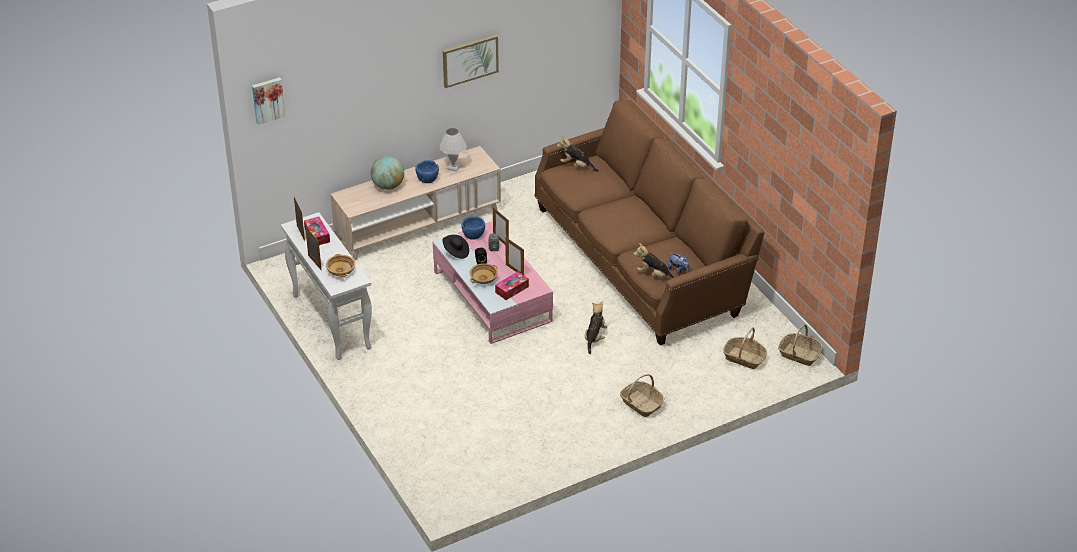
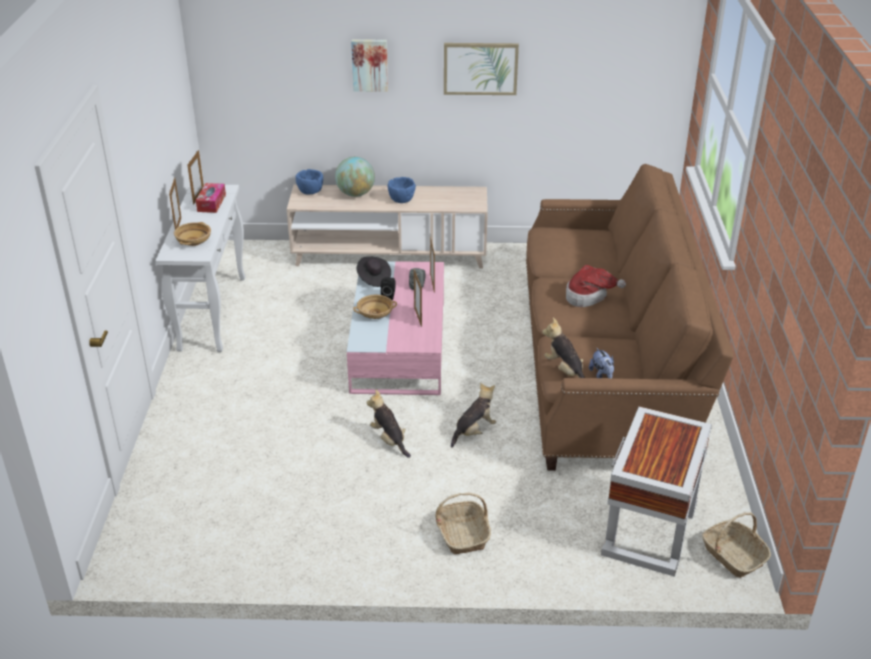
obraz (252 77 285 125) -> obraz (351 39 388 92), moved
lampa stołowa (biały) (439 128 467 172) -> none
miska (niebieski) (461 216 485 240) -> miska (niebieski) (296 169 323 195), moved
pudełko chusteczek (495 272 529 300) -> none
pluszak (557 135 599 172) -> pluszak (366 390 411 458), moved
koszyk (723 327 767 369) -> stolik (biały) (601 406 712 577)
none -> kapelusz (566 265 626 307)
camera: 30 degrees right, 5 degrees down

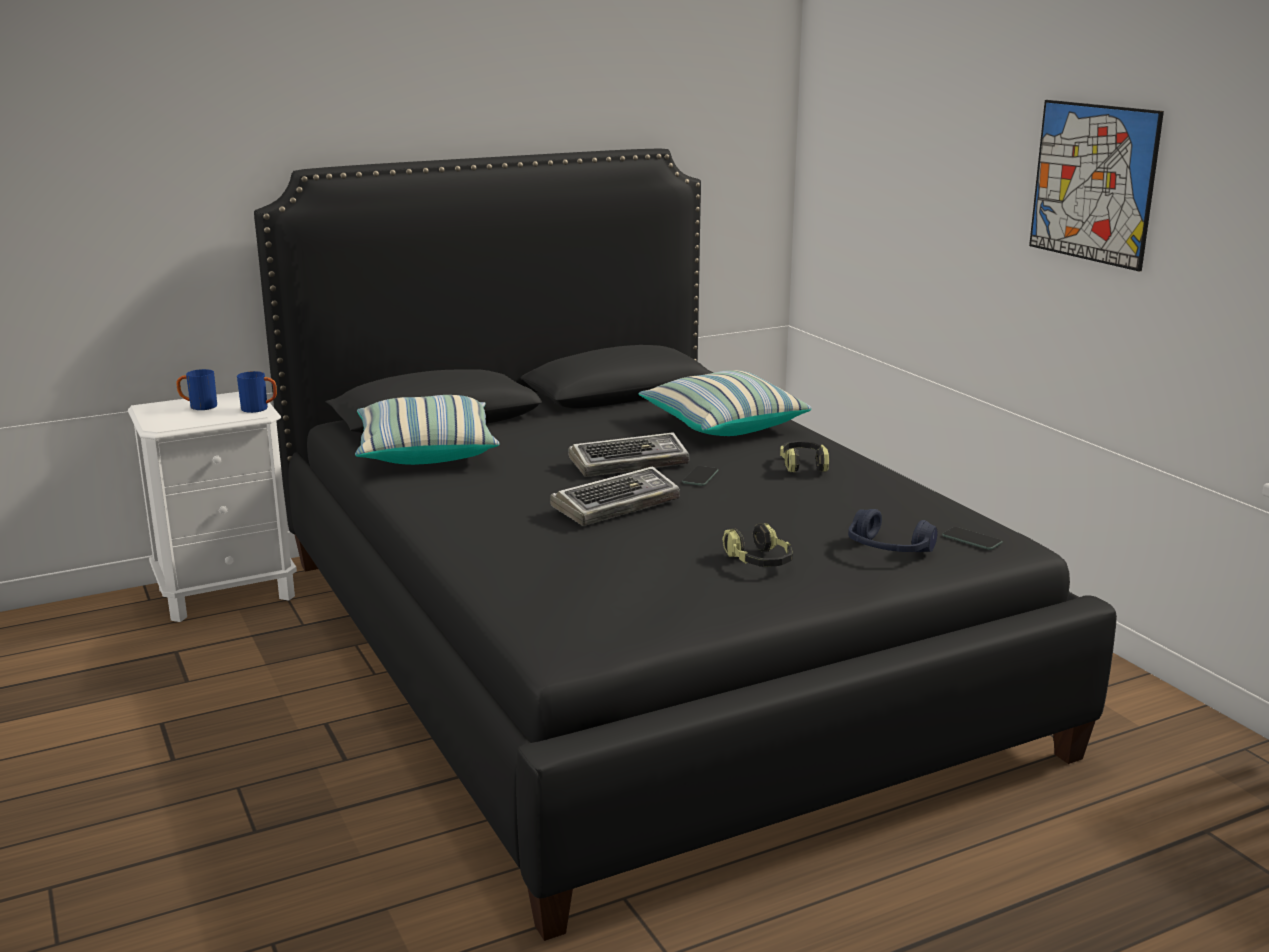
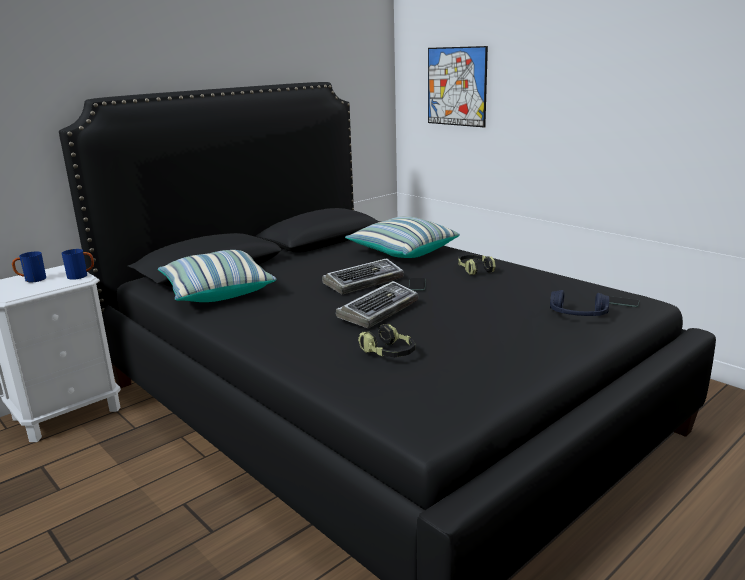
słuchawki (722 523 793 567) -> słuchawki (358 324 416 357), moved
obraz (1029 100 1164 271) -> obraz (428 46 488 127), moved
camera: 15 degrees left, 0 degrees up

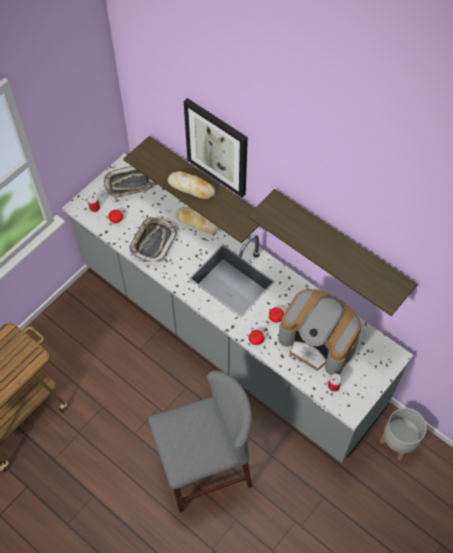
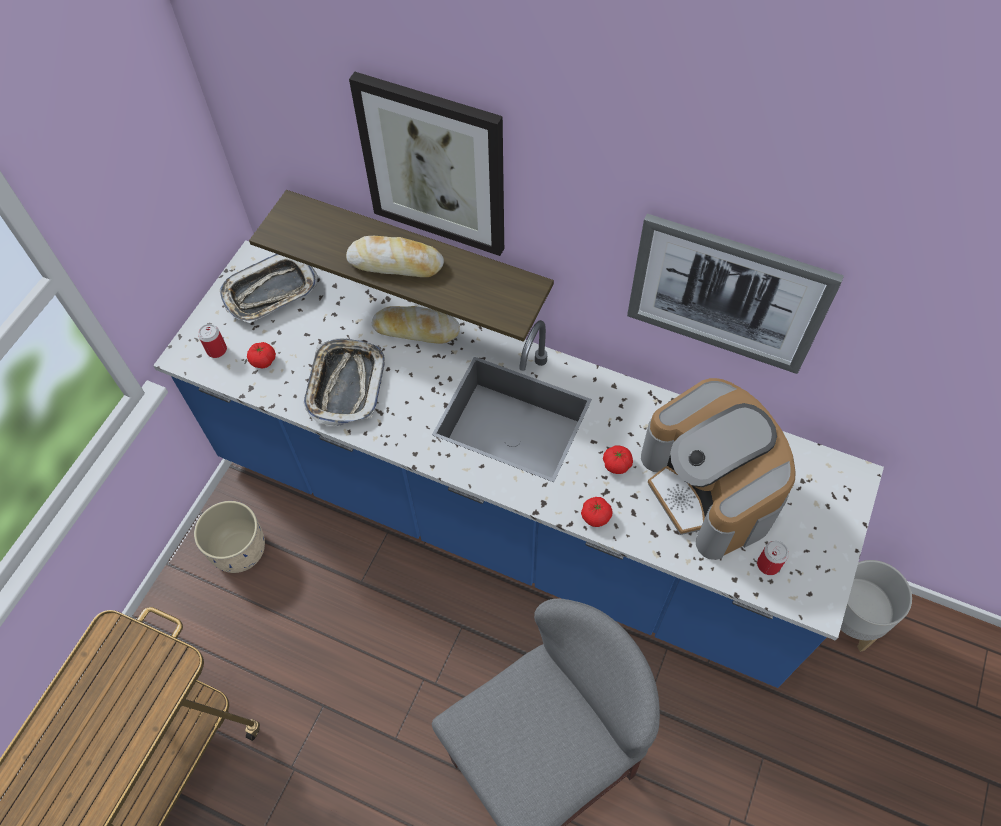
zabudowa kuchenna (szary) (62 153 413 463) -> zabudowa kuchenna (niebieski) (153 240 884 688)
półka (248 189 417 316) -> obraz (627 214 844 374)
ekspres do kawy (278 289 361 375) -> ekspres do kawy (641 378 796 560), 45 degrees clockwise
none -> donica (beżowy) (194 501 265 573)
camera: 15 degrees left, 0 degrees up

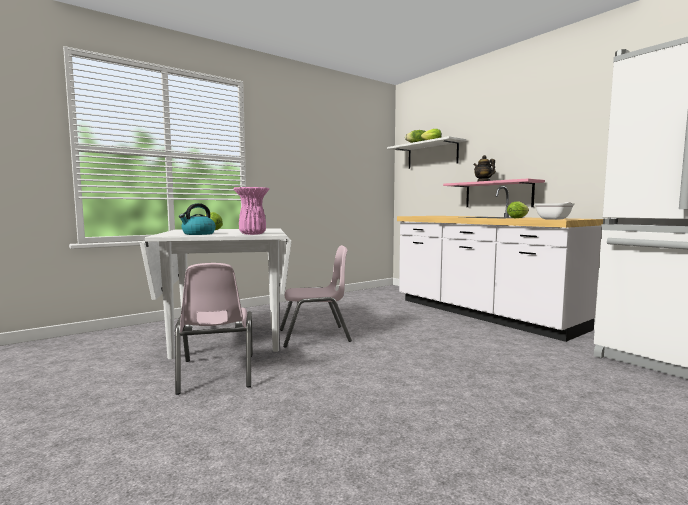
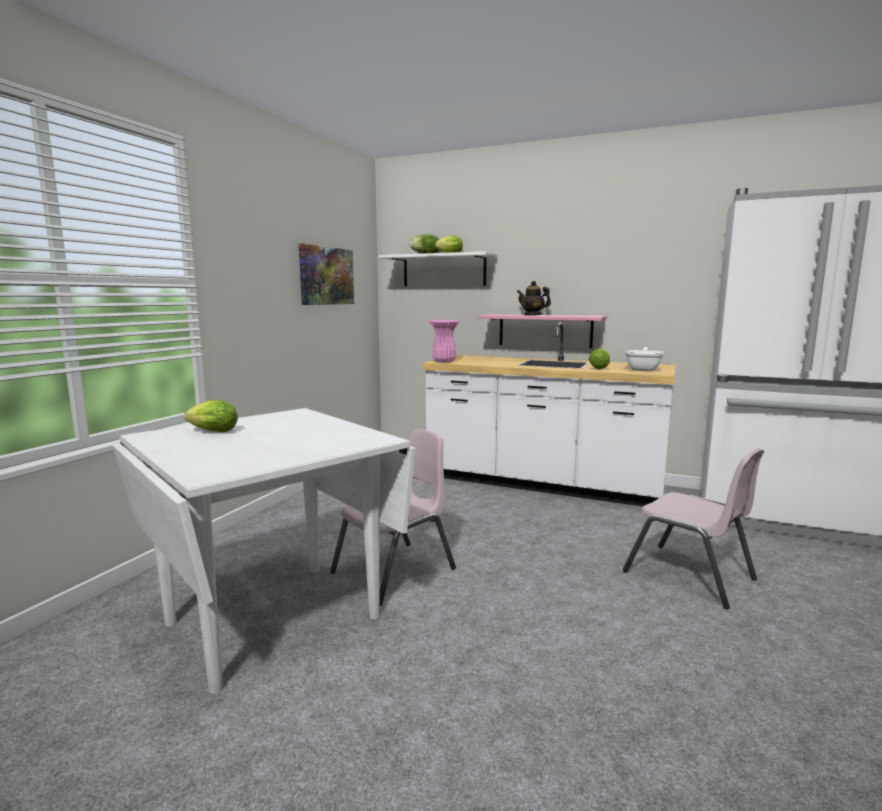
krzesło (różowy) (175 263 253 395) -> krzesło (różowy) (623 448 764 609), moved
czajnik (179 203 216 235) -> none
wazon (różowy) (233 187 269 235) -> wazon (różowy) (429 320 460 362), moved
none -> obraz (299 244 354 305)
camera: 30 degrees left, 5 degrees up

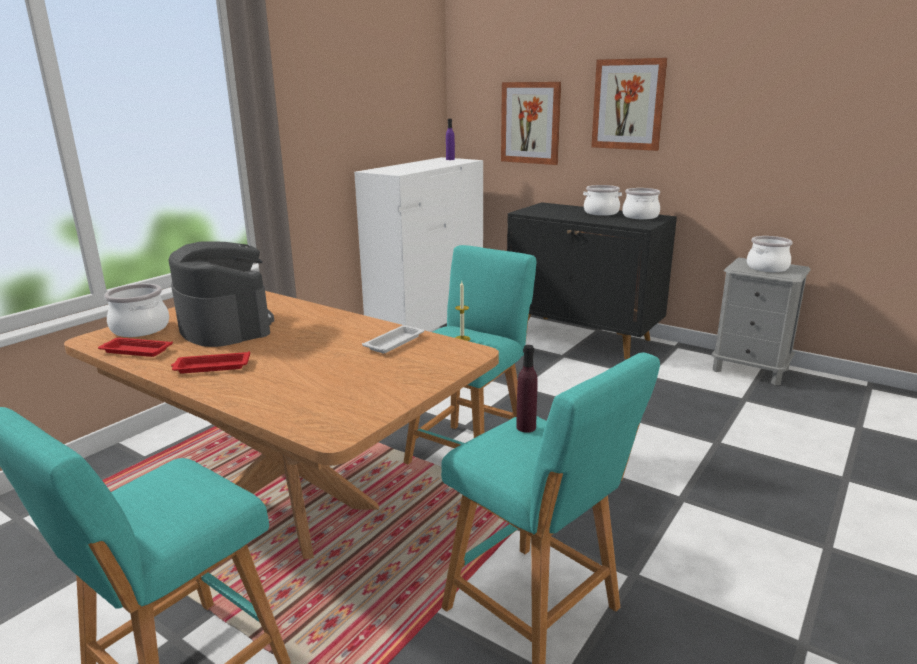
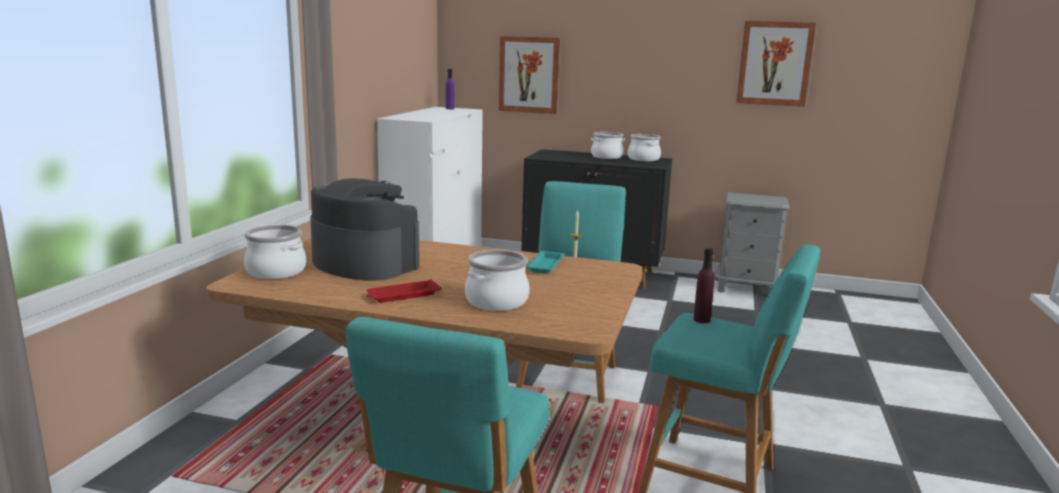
taca (czerwony) (98 338 173 357) -> none
taca (biały) (362 325 424 353) -> taca (turkusowy) (526 251 565 274)
obraz (591 58 668 151) -> obraz (736 21 816 107), moved
garnek (747 236 793 272) -> garnek (465 250 530 311), moved
camera: 20 degrees left, 5 degrees down

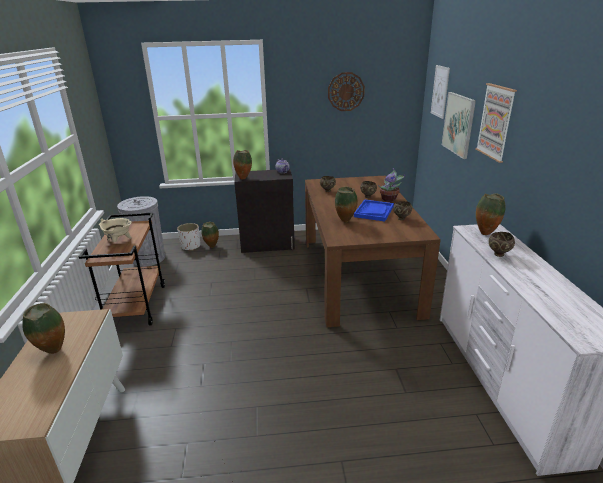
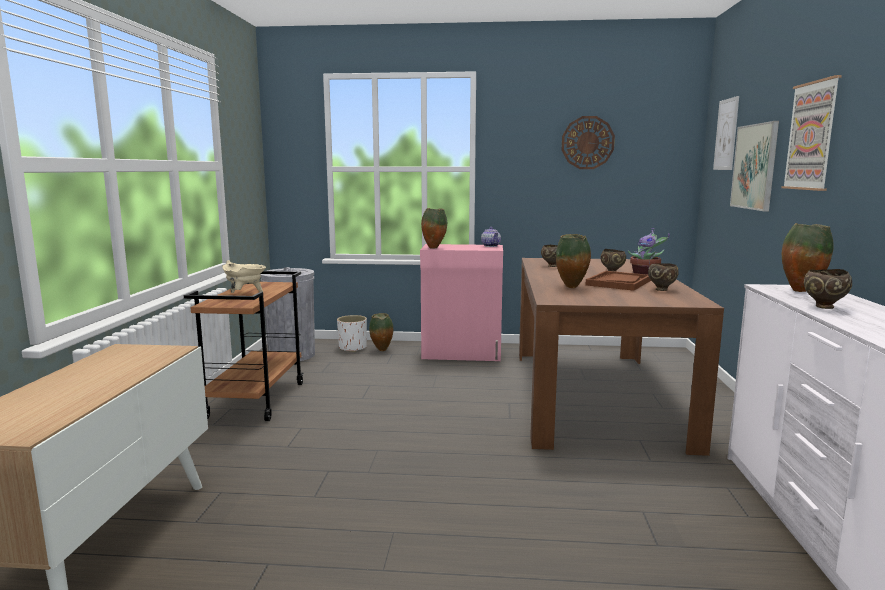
wazon (22 303 65 354) -> none
szafka (czarny) (234 169 295 253) -> szafka (różowy) (420 244 503 361)
taca (niebieski) (354 199 394 222) -> taca (brązowy) (586 271 651 291)
camera: 10 degrees right, 15 degrees down

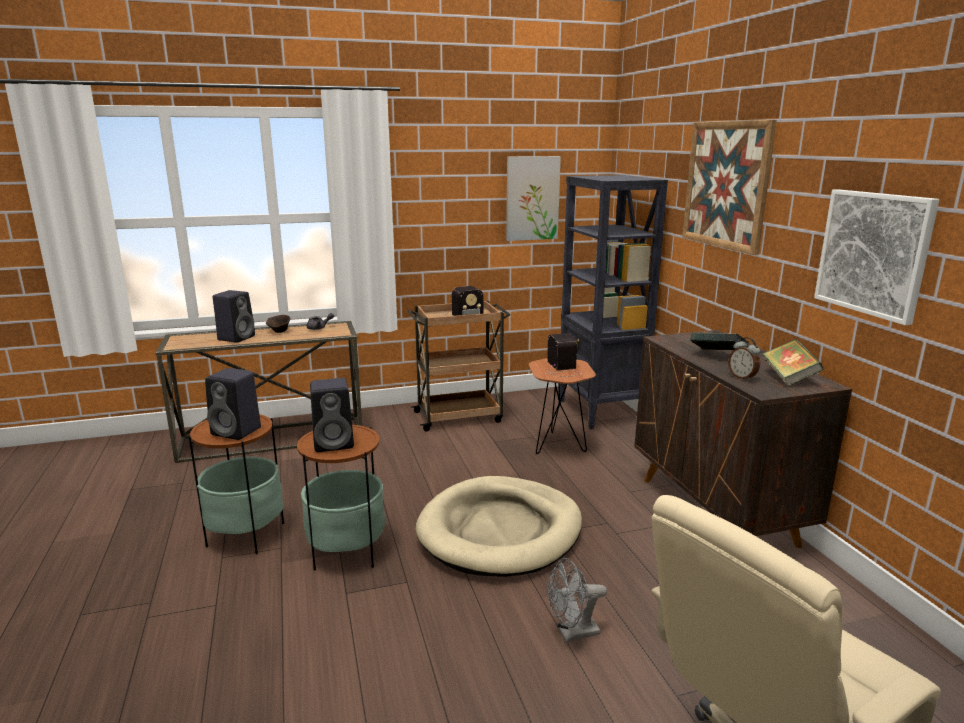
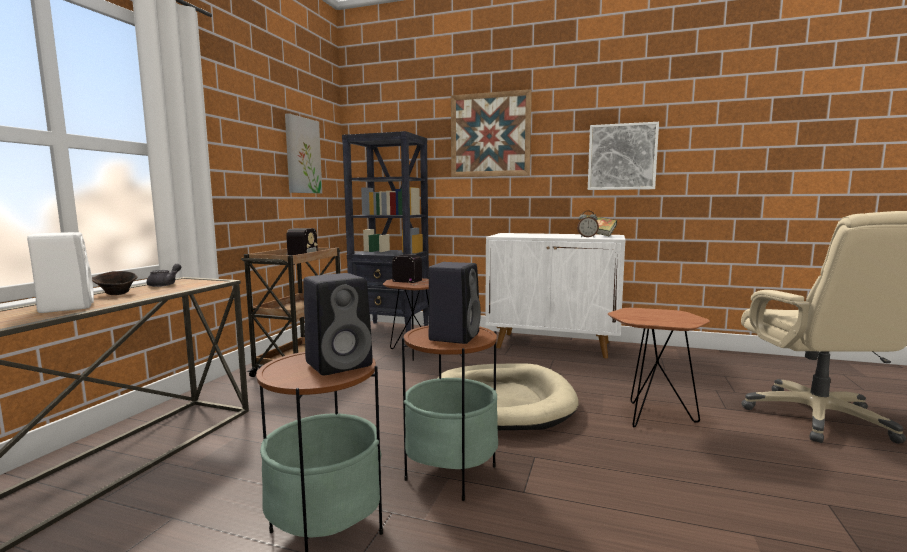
głośnik (czarny) (213 290 255 343) -> głośnik (biały) (27 232 94 313)
wentylator (szary) (548 558 607 642) -> stolik (brązowy) (608 308 710 427)
szafka (brązowy) (634 330 852 548) -> szafka (biały) (485 233 625 358)
książka (690 332 749 350) -> none
camera: 55 degrees left, 10 degrees down

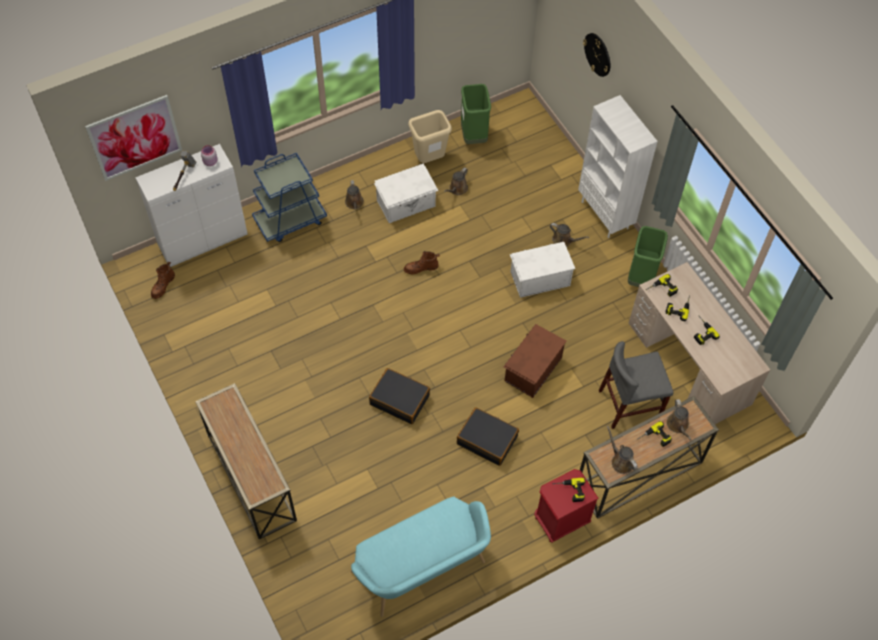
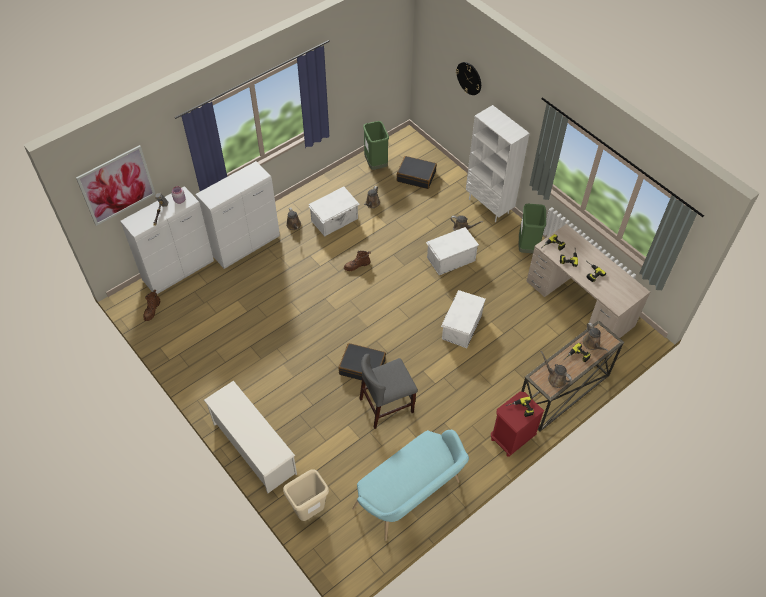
stolik konsolowy (195 383 297 540) -> regał na buty (biały) (204 381 297 493)
wózek (niebieski) (252 153 327 242) -> szafka (biały) (196 161 280 269)
kosz na śmieci (beżowy) (408 110 452 163) -> kosz na śmieci (beżowy) (283 469 329 521), moved
walizka (czarny) (457 407 519 466) -> walizka (czarny) (397 156 437 189), moved
pojemnik do przechowywania (brązowy) (504 324 567 398) -> pojemnik do przechowywania (biały) (441 290 486 348)
krzesło (szary) (599 341 674 429) -> krzesło (szary) (359 354 418 429), moved
camera: 10 degrees left, 5 degrees down

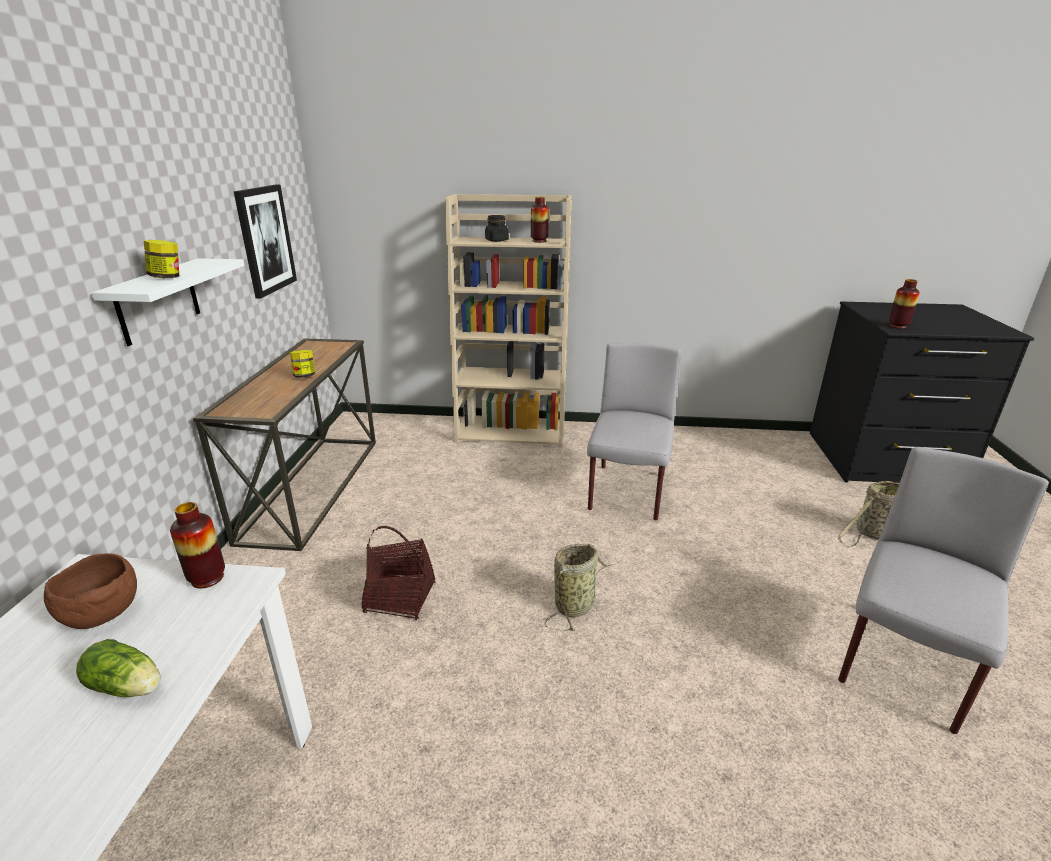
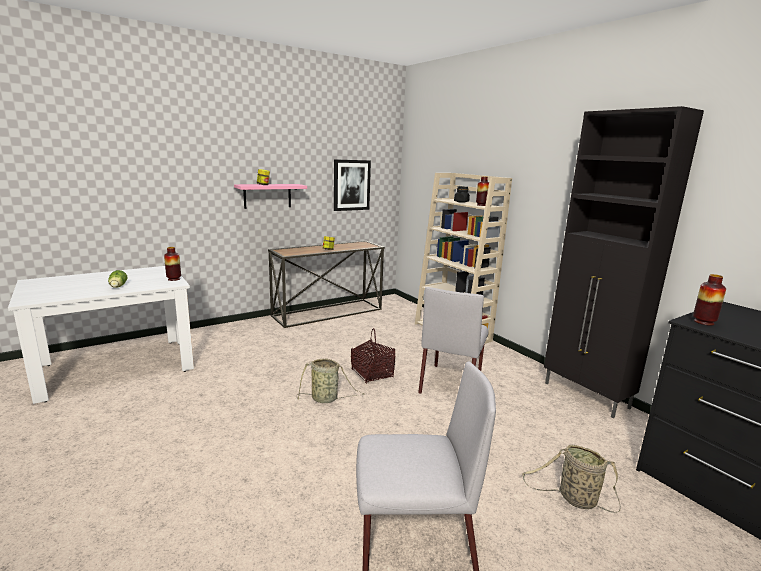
miska (brązowy) (44 553 137 629) -> none
półka (biały) (92 258 245 346) -> półka (różowy) (234 184 307 209)
koszyk (361 526 435 620) -> koszyk (351 328 395 383), moved
krzesło (szary) (587 343 681 521) -> krzesło (szary) (418 287 489 394), 135 degrees clockwise
none -> szafka (czarny) (544 106 704 418)
camera: 50 degrees right, 10 degrees down

